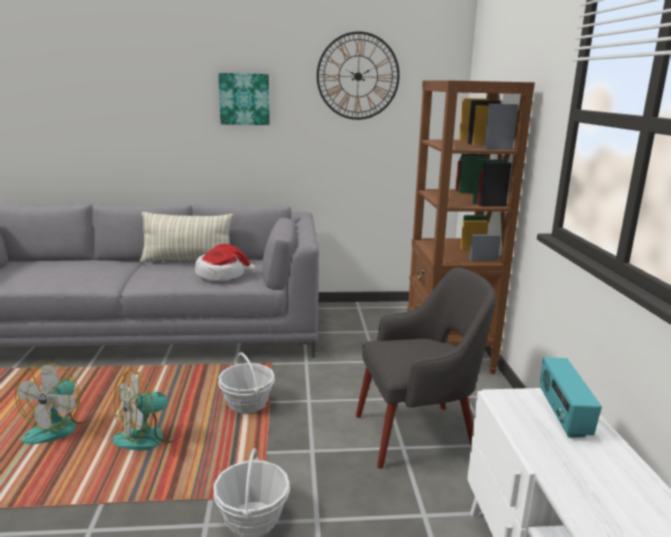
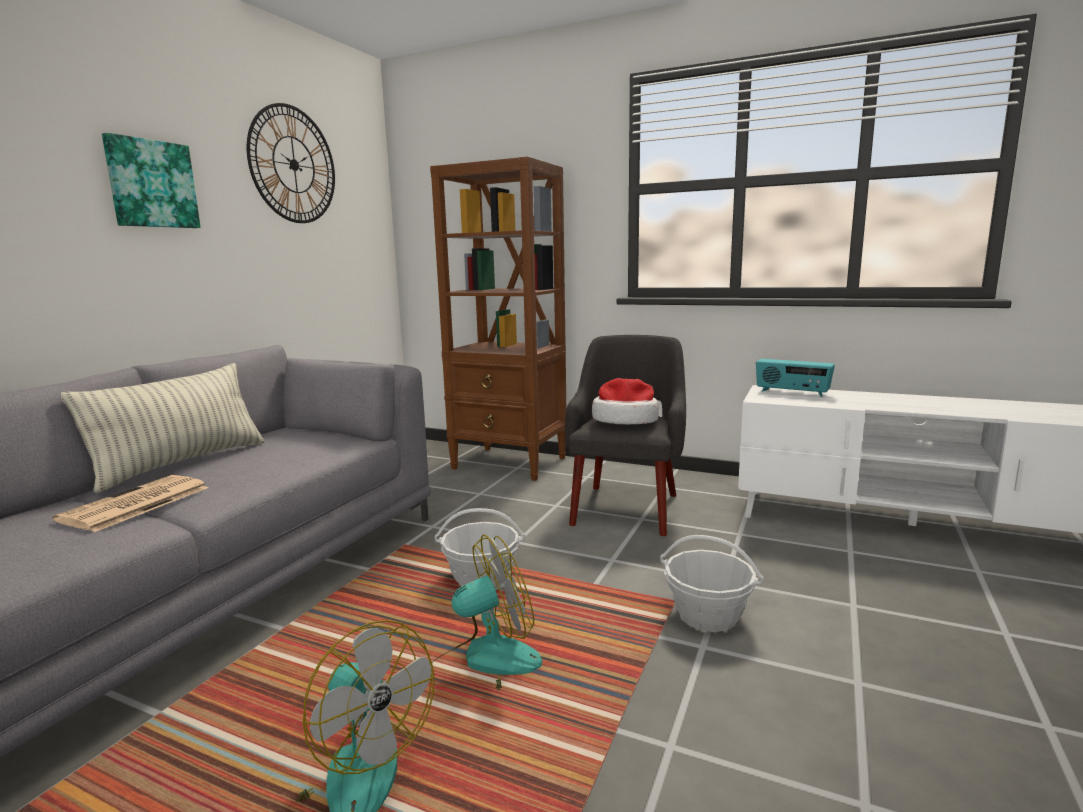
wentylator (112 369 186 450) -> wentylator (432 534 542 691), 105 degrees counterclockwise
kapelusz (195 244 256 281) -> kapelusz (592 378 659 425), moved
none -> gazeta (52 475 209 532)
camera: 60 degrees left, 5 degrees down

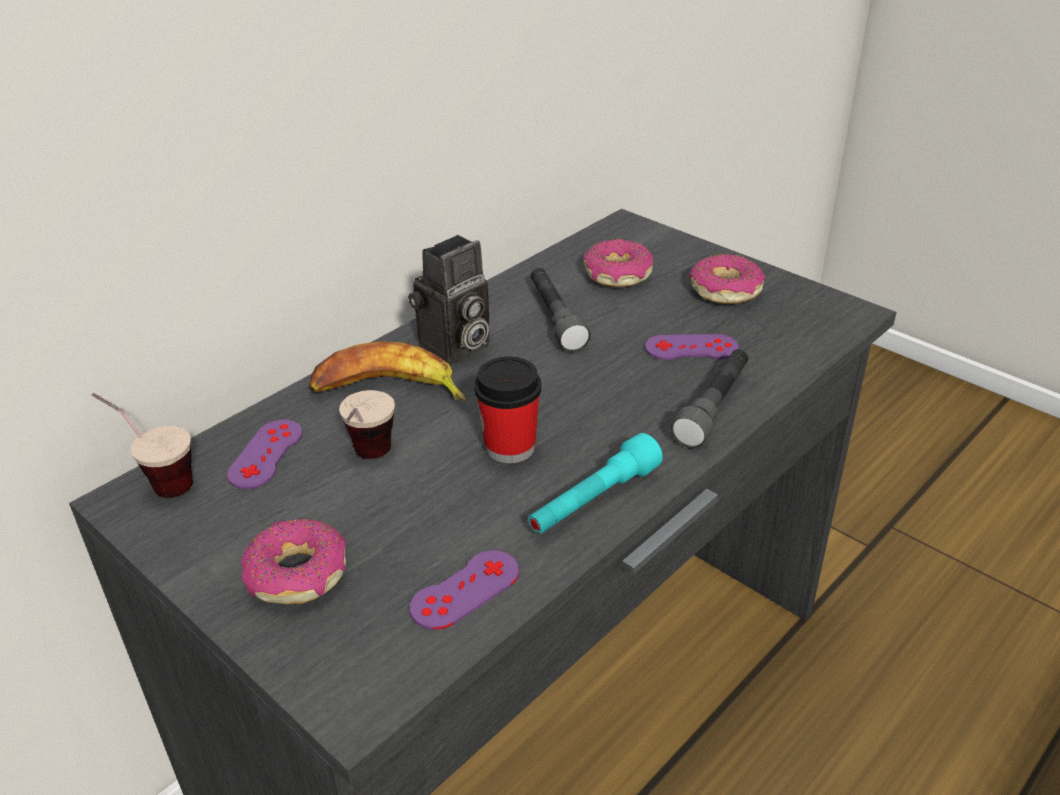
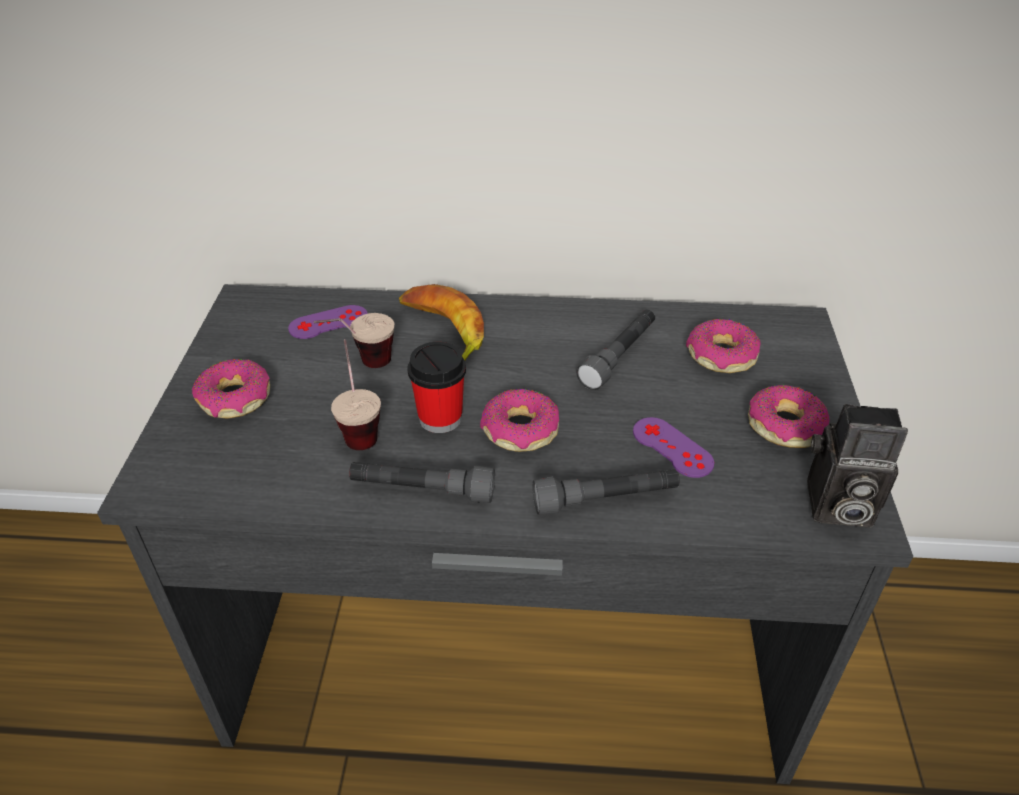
filiżanka (92 393 193 498) -> filiżanka (331 339 381 450), moved
aparat fotograficzny (408 235 490 365) -> aparat fotograficzny (807 404 908 528), moved
pad do gier (fioletowy) (410 550 519 630) -> none
latarka (turkusowy) (528 433 663 534) -> latarka (szary) (349 462 495 503)
none -> donut (480 389 559 452)
camera: 50 degrees right, 5 degrees up

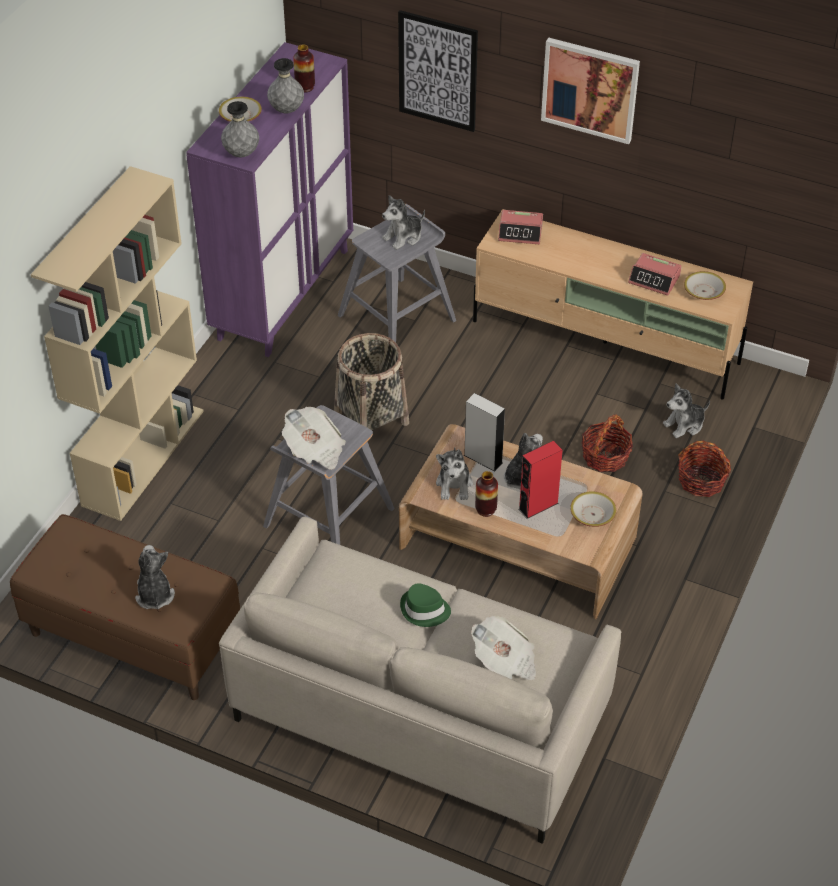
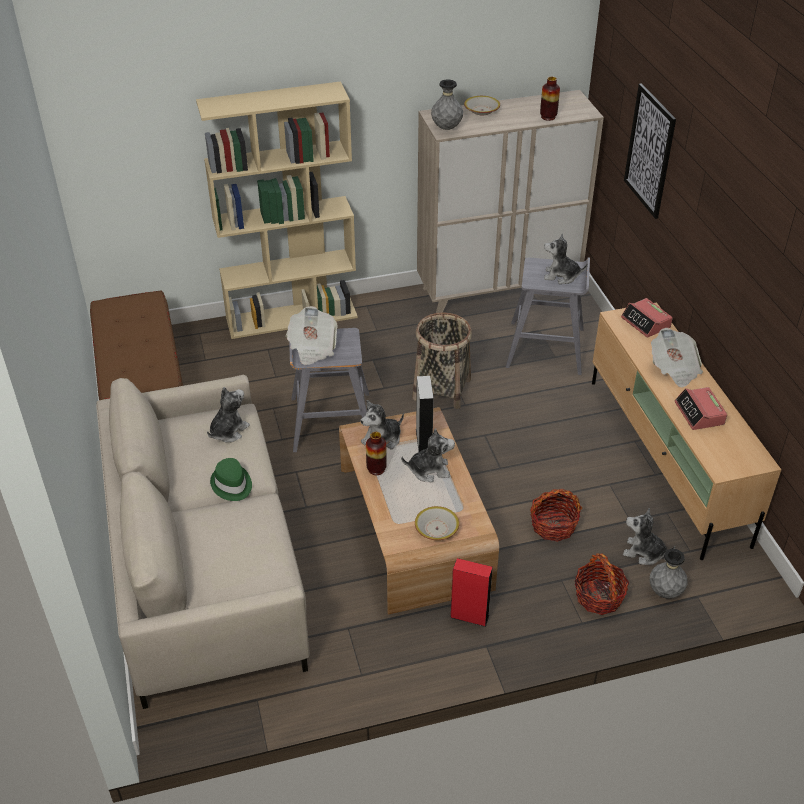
pluszak (135 545 175 610) -> pluszak (207 387 250 443), moved
szafka (fioletowy) (186 42 353 357) -> szafka (beżowy) (417 90 604 313)
wazon (szary) (267 58 304 113) -> wazon (szary) (650 549 688 599), moved
gazeta (471 616 536 680) -> gazeta (651 328 703 388), moved
głośnik (czerwony) (519 441 562 519) -> głośnik (czerwony) (450 558 493 627), moved
obraz (541 38 640 144) -> none
miska (684 271 726 300) -> none
camera: 50 degrees right, 5 degrees down

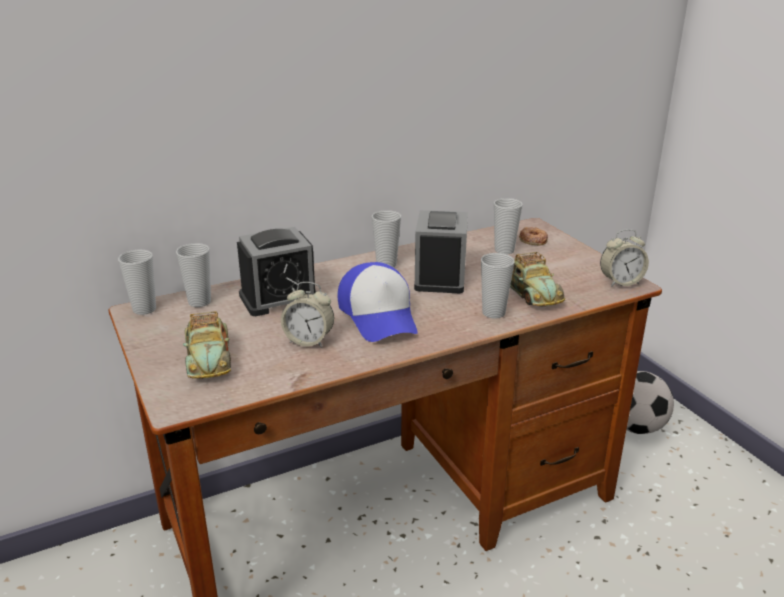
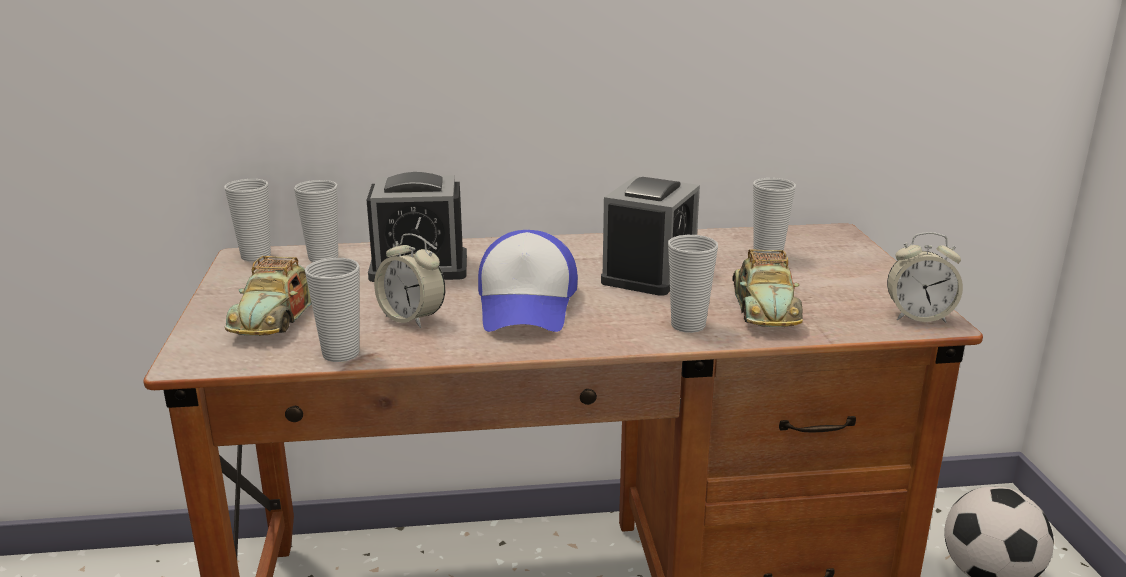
filiżanka (372 210 401 268) -> filiżanka (305 258 360 362), moved
donut (519 227 548 246) -> none
camera: 20 degrees right, 5 degrees down

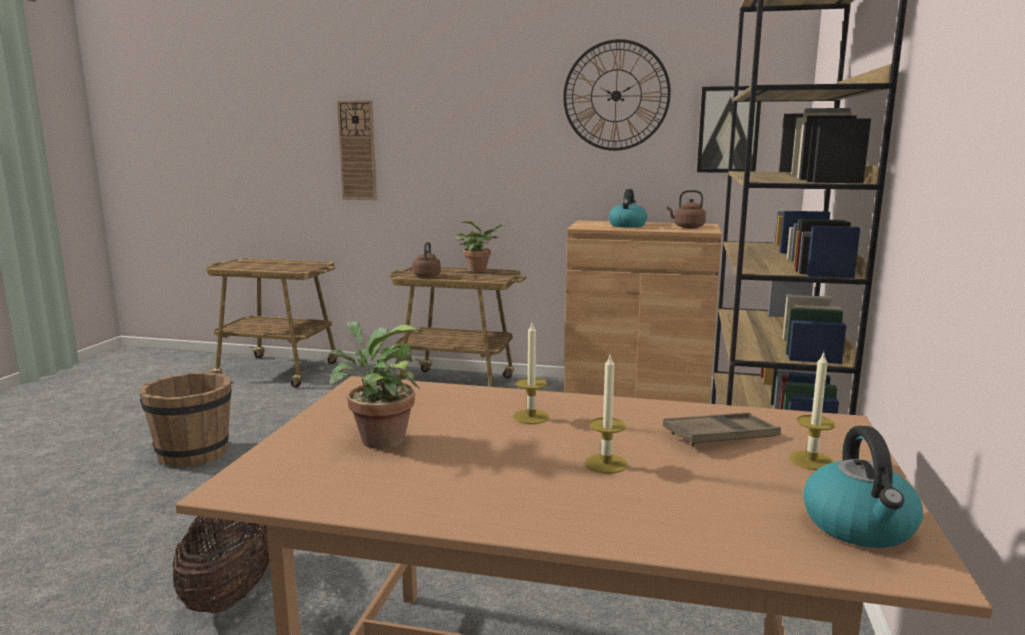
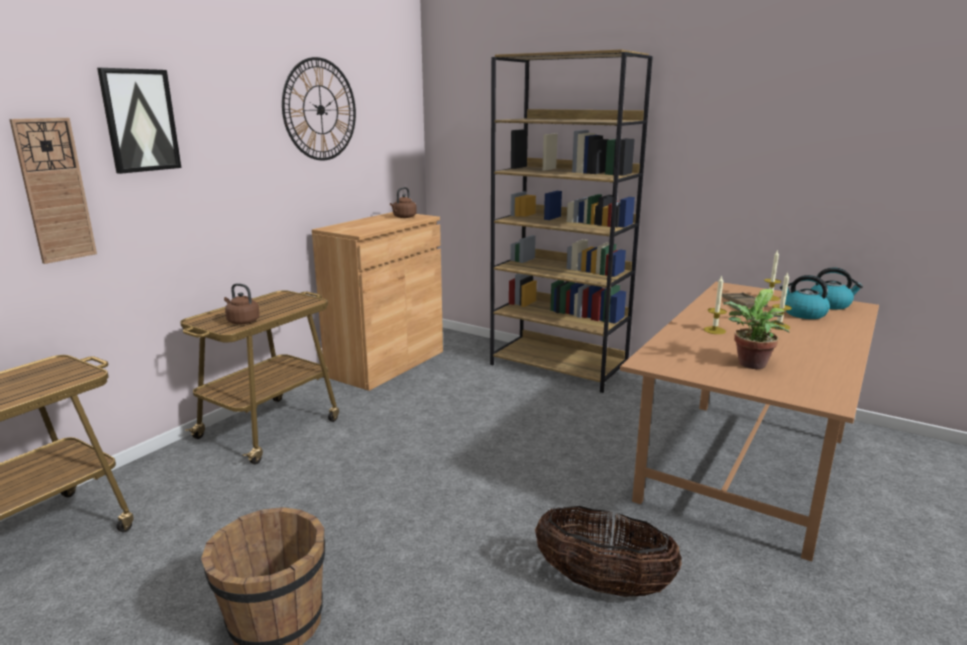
roślina doniczkowa (455 221 506 272) -> none
czajnik (609 189 647 228) -> czajnik (780 275 830 319), moved
obraz (697 86 761 173) -> obraz (97 68 181 174), moved
camera: 70 degrees left, 5 degrees up

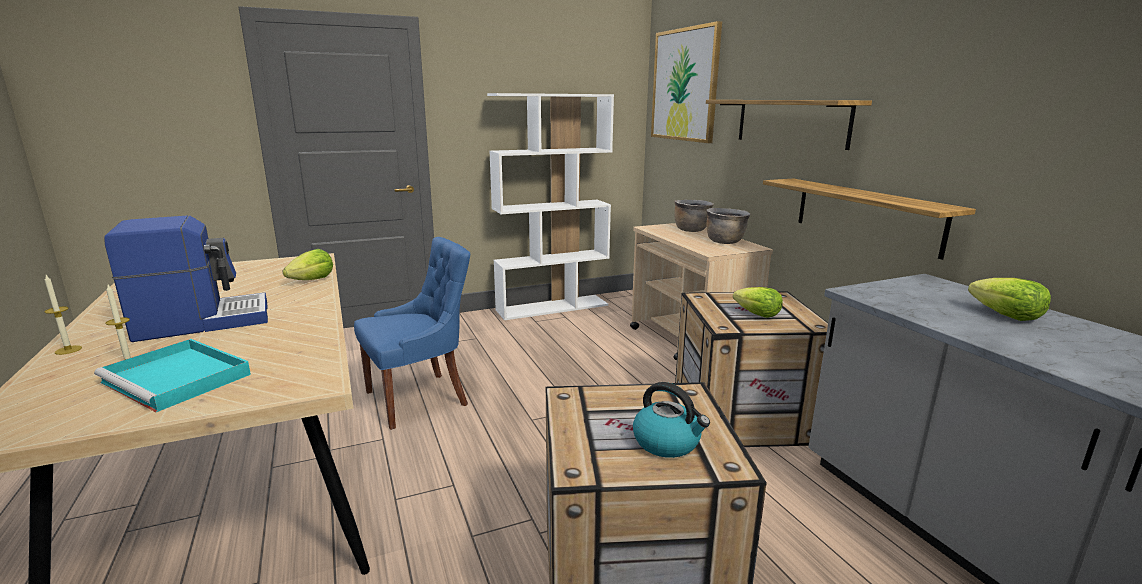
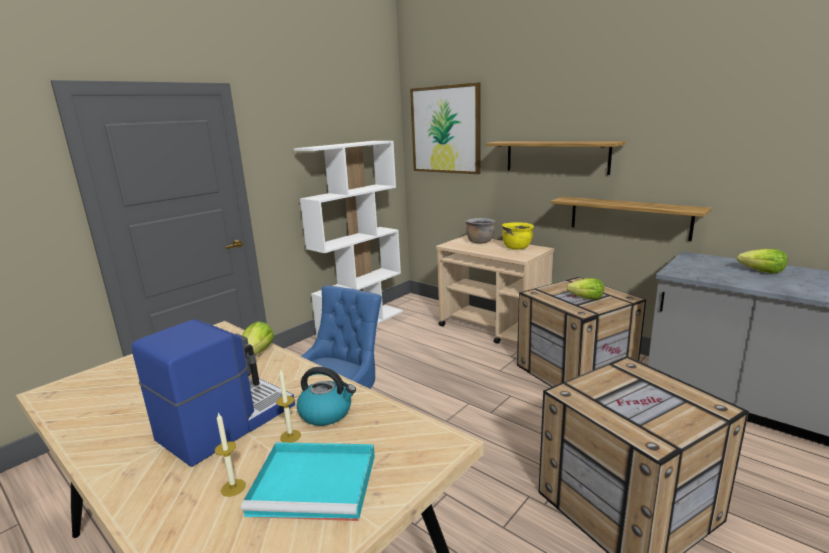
świeca (44 275 82 355) -> świeca (276 370 301 443), moved
czajnik (633 382 710 458) -> czajnik (297 367 356 426), moved
garnek (brązowy) (707 208 750 244) -> garnek (żółty) (502 222 534 250)
camera: 25 degrees left, 0 degrees up

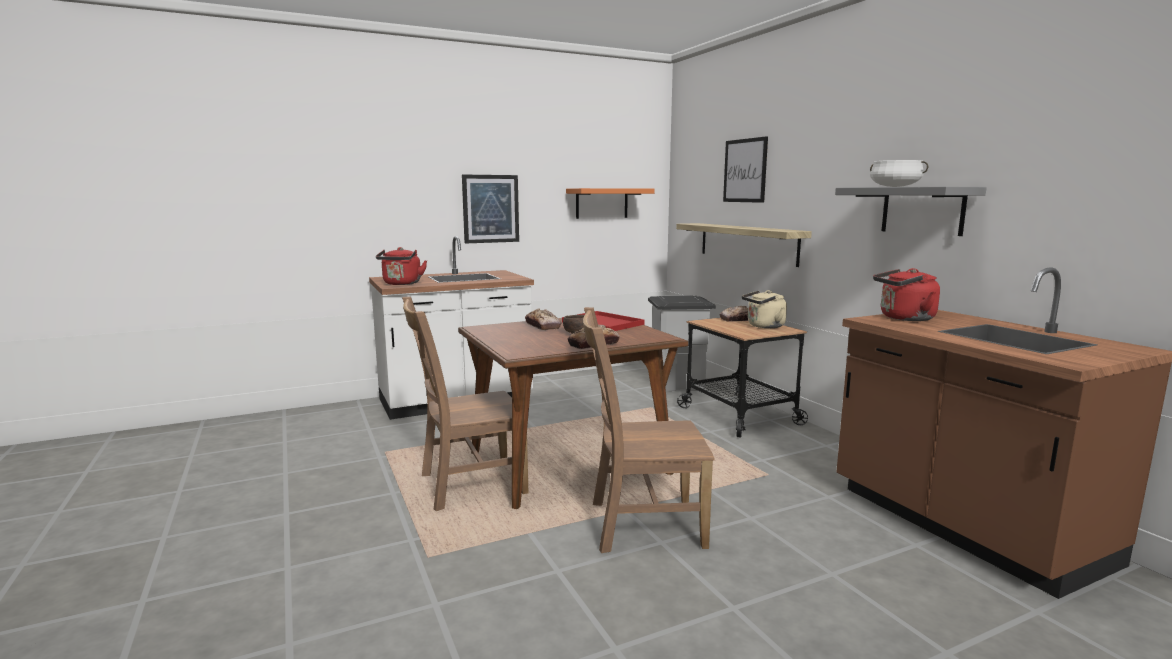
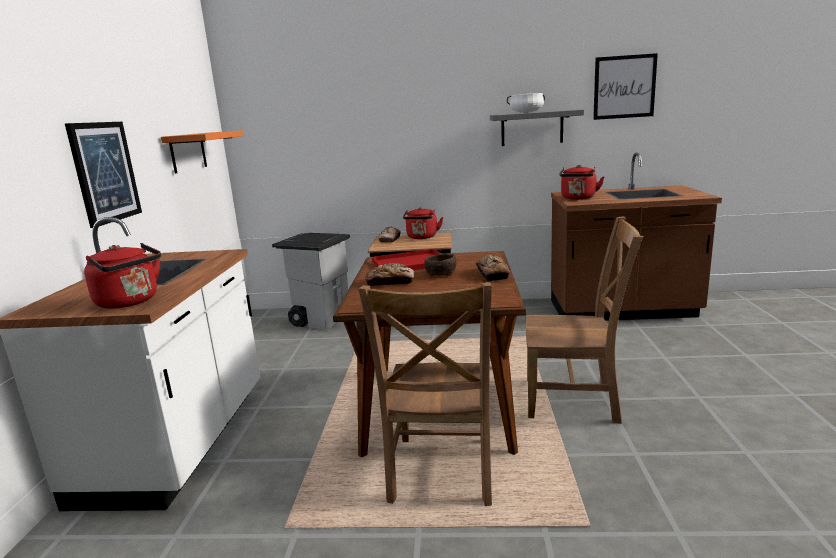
krzesło (brązowy) (583 307 715 553) -> krzesło (brązowy) (526 216 643 424), 105 degrees counterclockwise
półka (676 223 812 267) -> none
obraz (723 136 768 203) -> obraz (593 53 658 120), moved
czajnik (beżowy) (742 290 787 328) -> czajnik (czerwony) (403 207 443 239)
camera: 60 degrees left, 5 degrees up

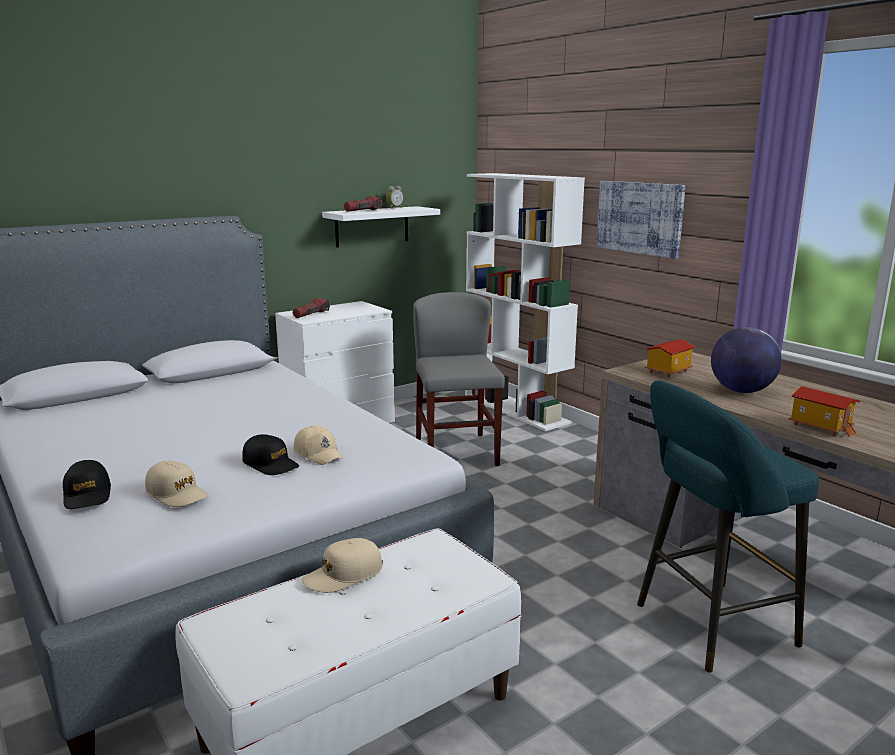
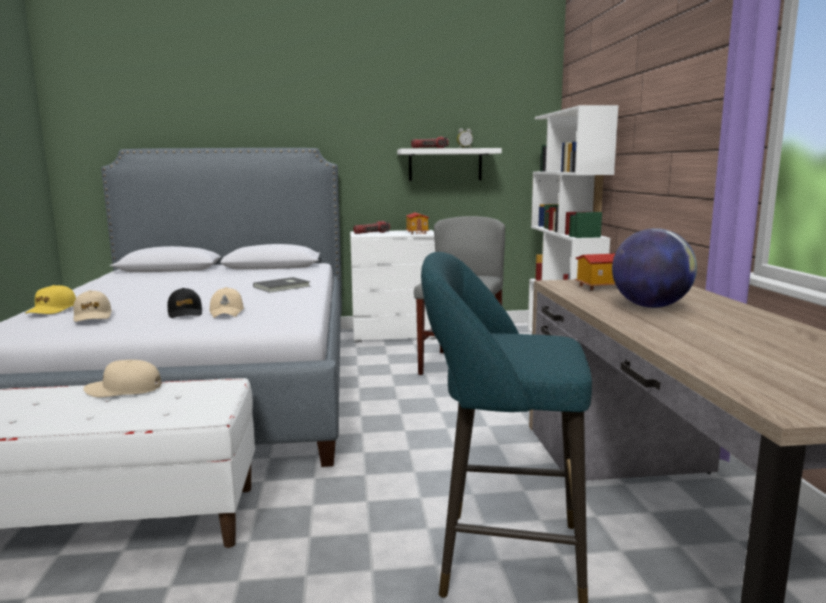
czapka z daszkiem (czarny) (63 460 111 509) -> czapka z daszkiem (żółty) (25 285 76 314)
obraz (596 181 686 259) -> none
domek (788 386 860 437) -> domek (405 212 429 234), moved
none -> książka (szary) (253 277 310 293)
camera: 30 degrees right, 5 degrees down

